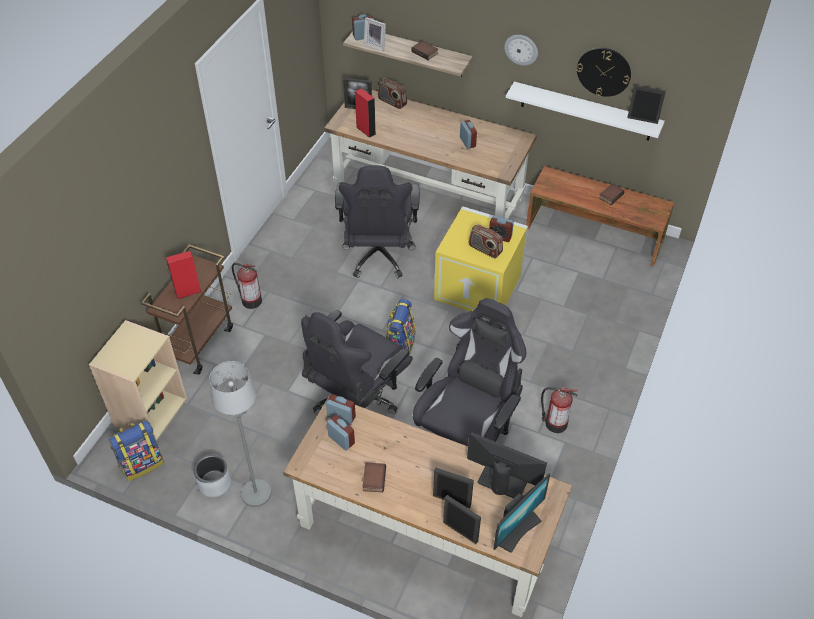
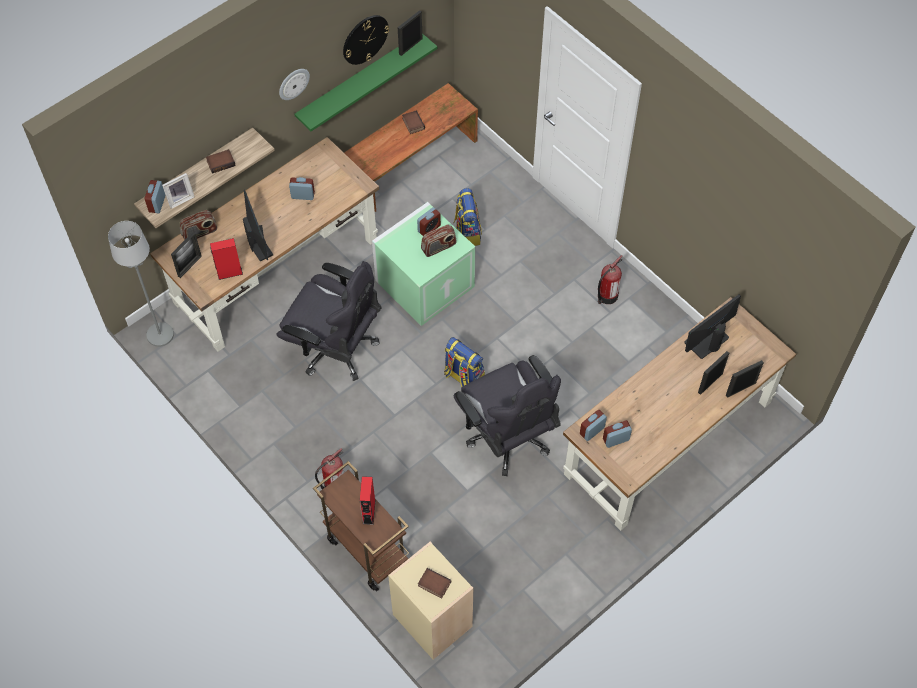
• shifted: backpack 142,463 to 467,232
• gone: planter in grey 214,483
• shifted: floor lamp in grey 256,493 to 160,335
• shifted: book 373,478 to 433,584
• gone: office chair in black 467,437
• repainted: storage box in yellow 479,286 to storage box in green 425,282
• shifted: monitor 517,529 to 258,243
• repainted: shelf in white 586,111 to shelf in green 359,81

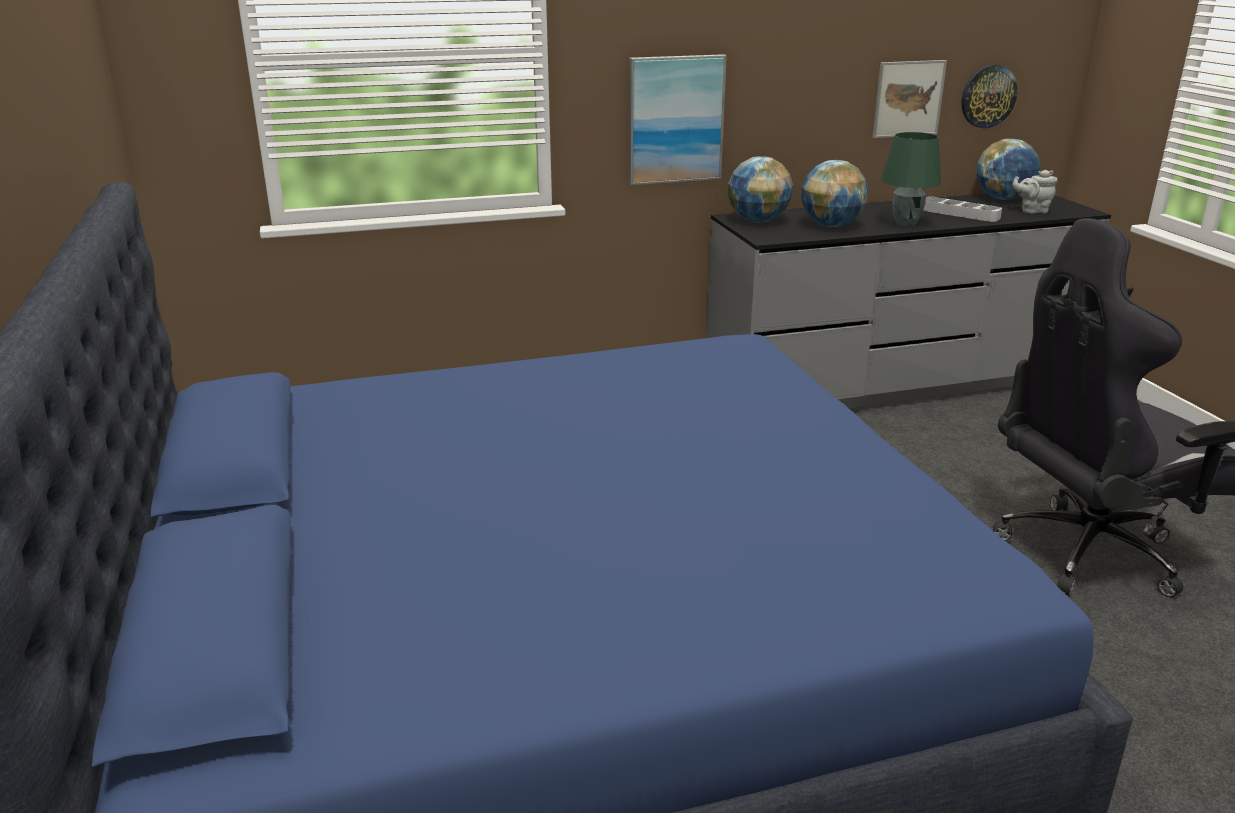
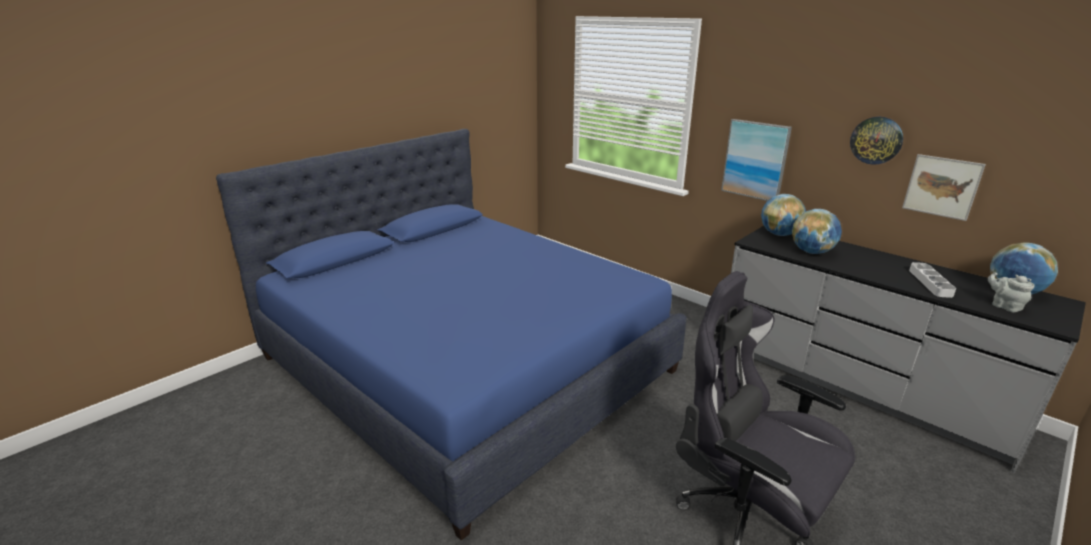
• gone: table lamp in green 905,223
• shifted: wall clock 988,96 to 876,140

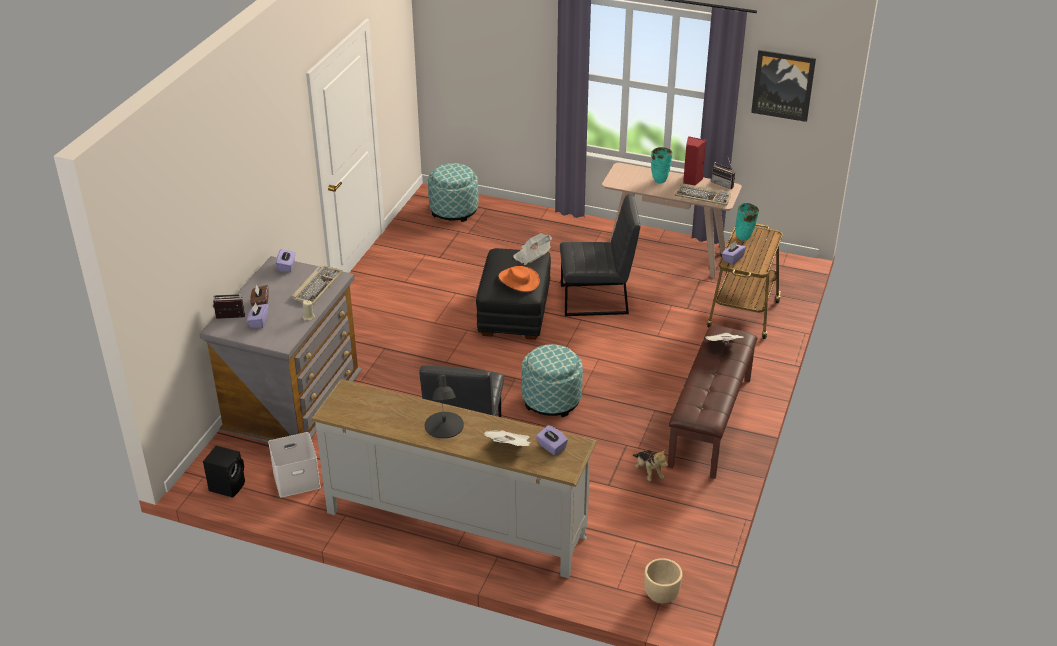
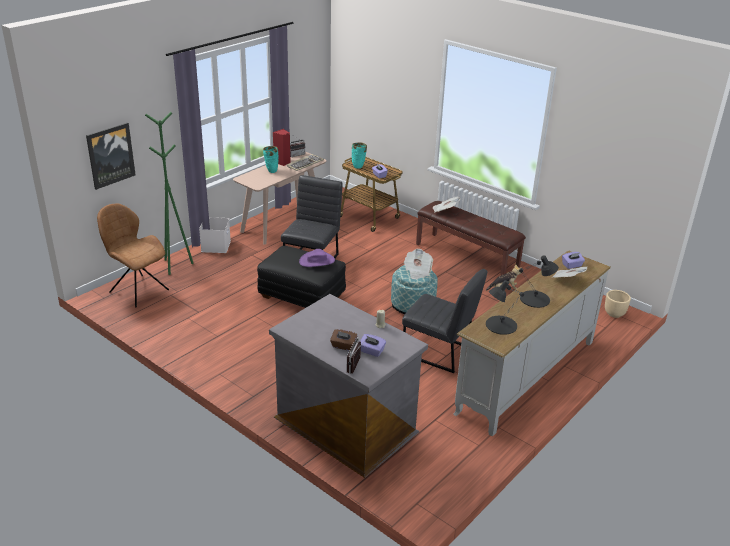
• gone: speaker in black 228,485
• shifted: storage box in white 295,480 to 216,246
• gone: tissue box in purple 287,267
• gone: keyboard 317,286
• swapped: ottoman 454,210 to chair in brown 137,290
• repainted: hat in orange 519,280 to hat in purple 317,261
• shifted: newspaper 532,257 to 417,271
• shifted: picture 783,85 to 110,155
• new: clothes rack in green 176,266
• new: table lamp in black 500,325

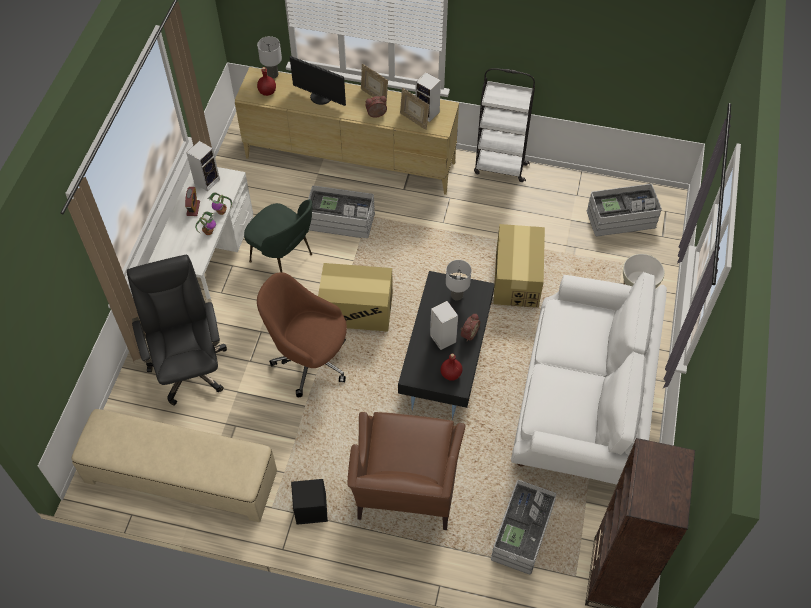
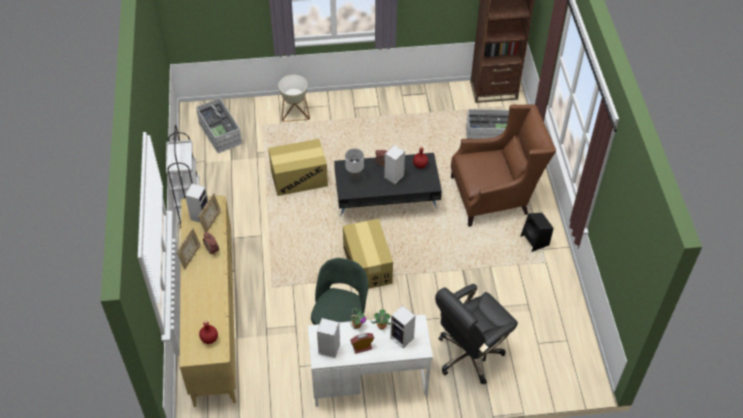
• gone: bench in beige 180,476
• gone: table lamp in white 273,75
• gone: office chair in brown 310,362
• gone: monitor 320,97
• gone: storage box in grey 341,220
• gone: sofa in white 582,401
• new: speaker 403,338

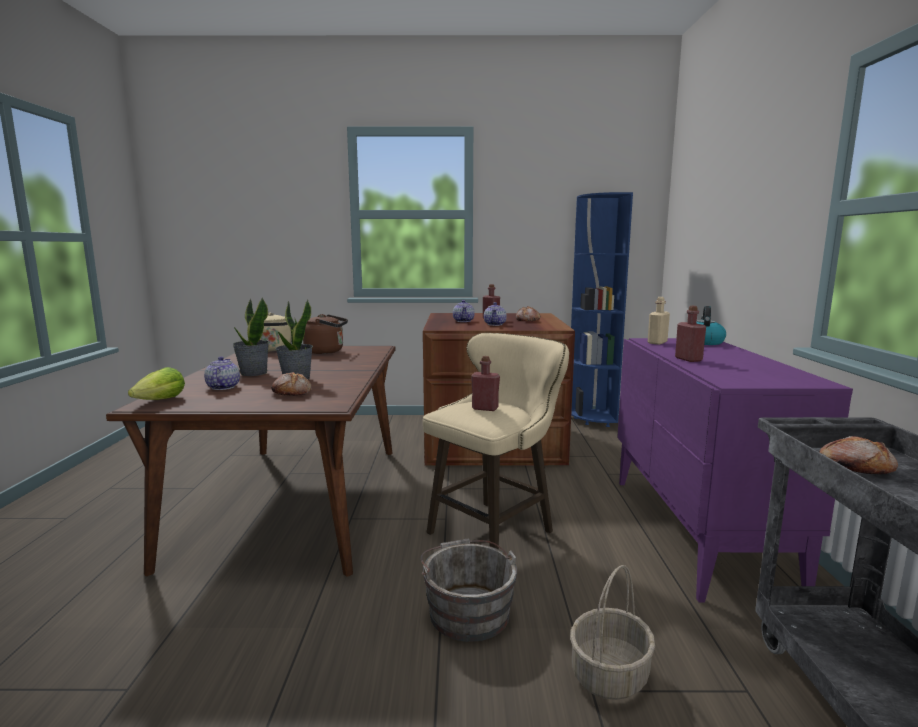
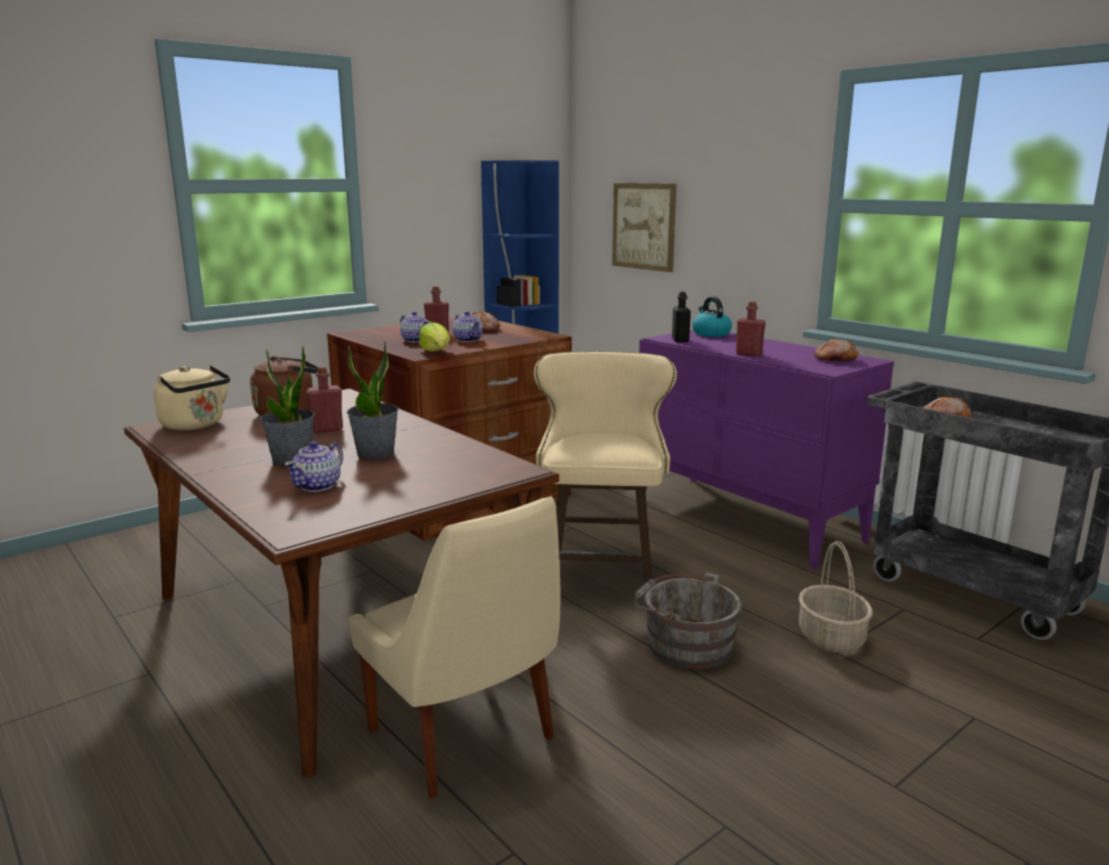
• shifted: lettuce 161,401 to 436,352
• rotated: teapot 222,387 = 318,486 105 degrees counterclockwise
• shifted: bread 292,392 to 835,359
• shifted: bottle in red 485,408 to 327,429
• repainted: bottle in beige 657,342 to bottle in black 680,340
• new: chair in beige 465,738
• new: picture 643,226

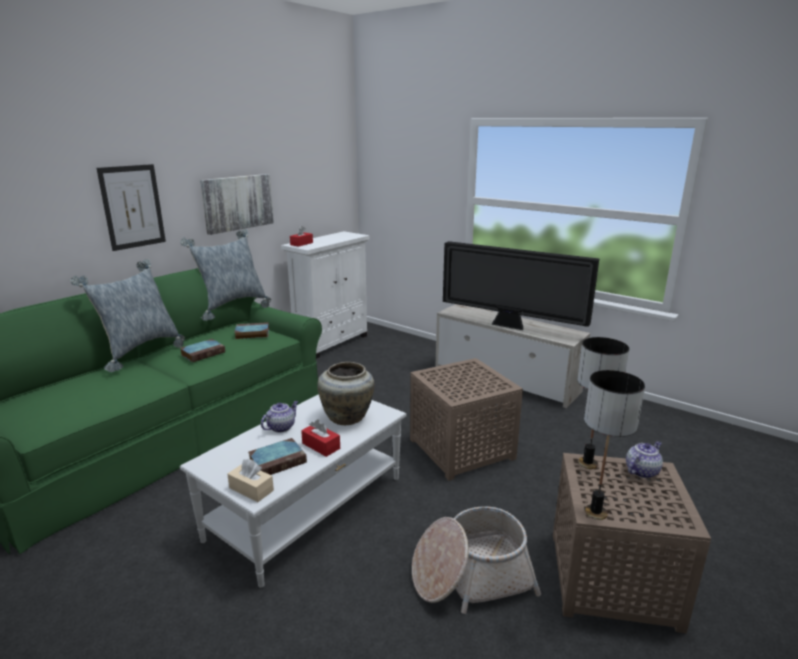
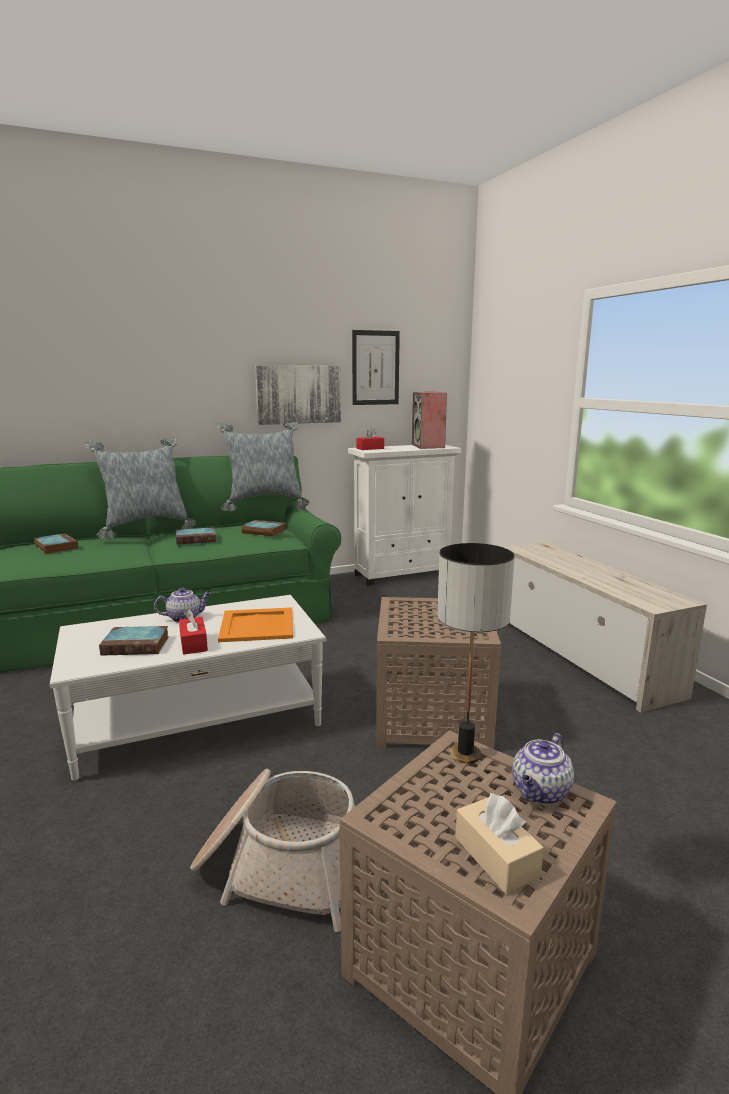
• shifted: picture 132,207 to 375,368
• shifted: tissue box in beige 251,489 to 496,857
• swapped: vase in beige 348,417 to tray in orange 258,625
• gone: television 510,326
• gone: table lamp 596,512
• rotated: teapot 642,471 = 541,792 135 degrees clockwise
• new: book 55,547
• new: speaker 428,446

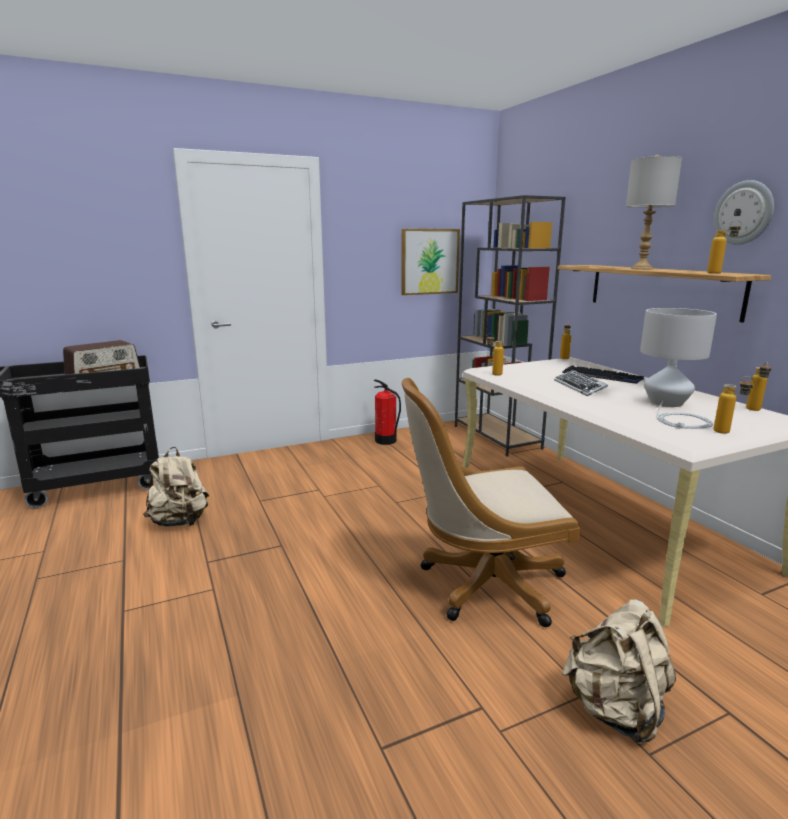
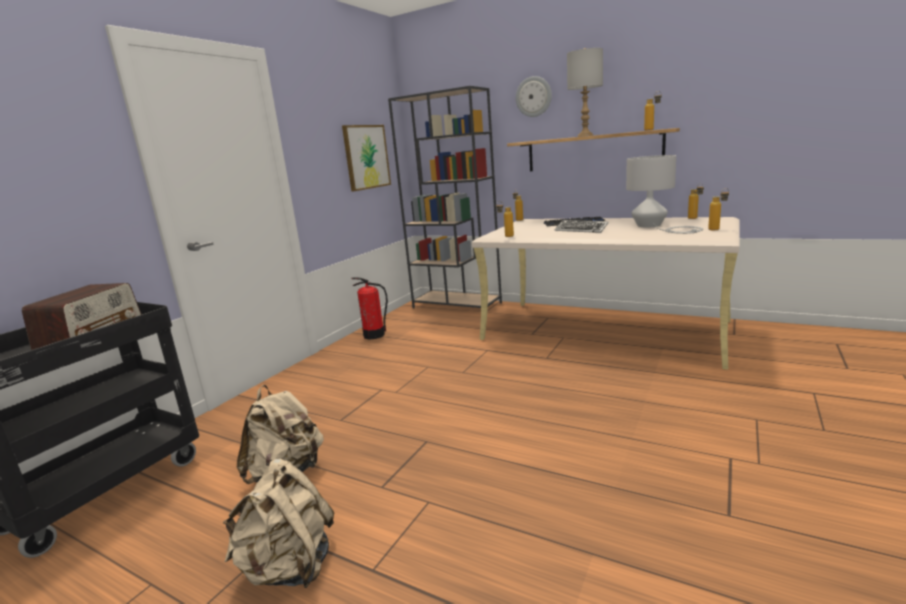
• gone: office chair 482,585
• shifted: backpack in beige 615,710 to 289,566
• shifted: wall clock 744,213 to 533,96

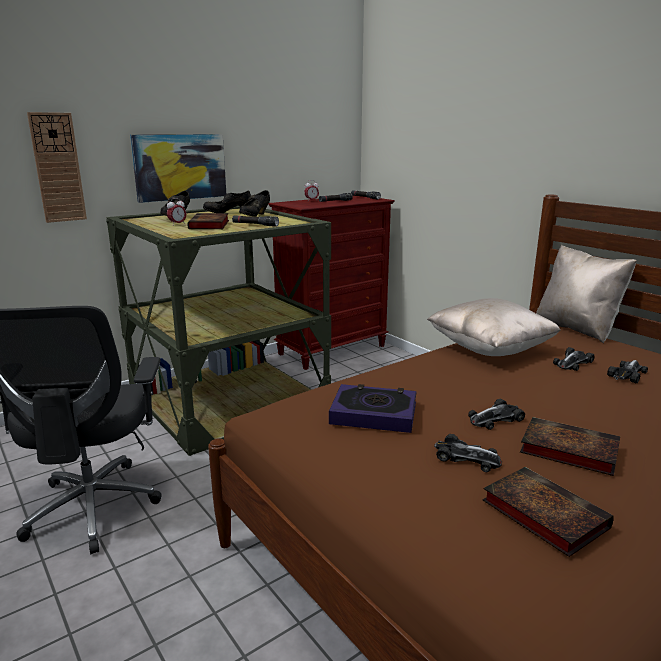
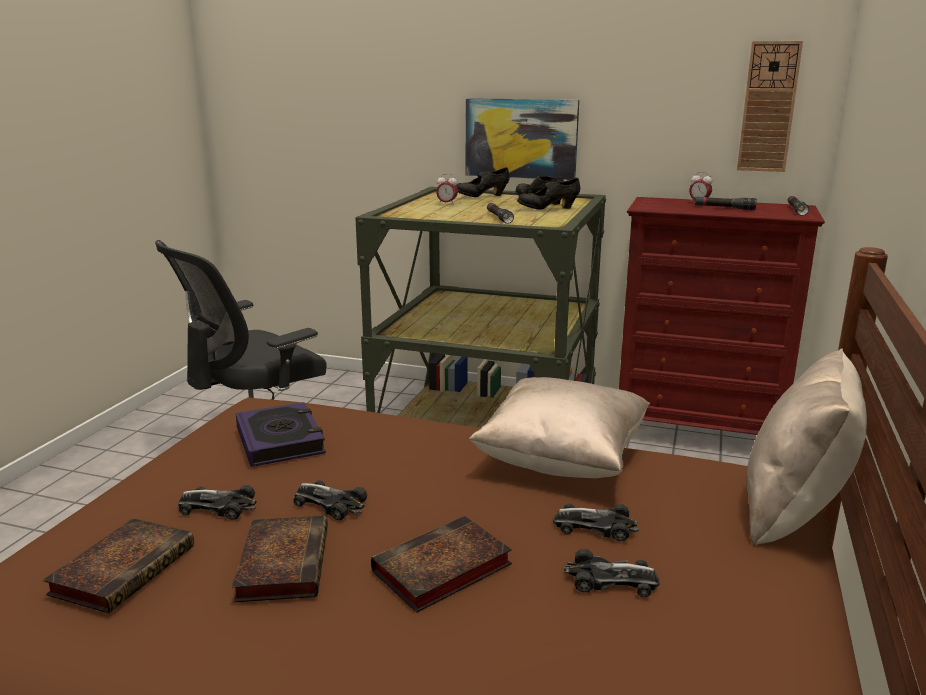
• shifted: wall clock 58,168 to 768,107
• shifted: book 209,225 to 440,570
• rotated: toy car 466,458 = 218,507 105 degrees clockwise

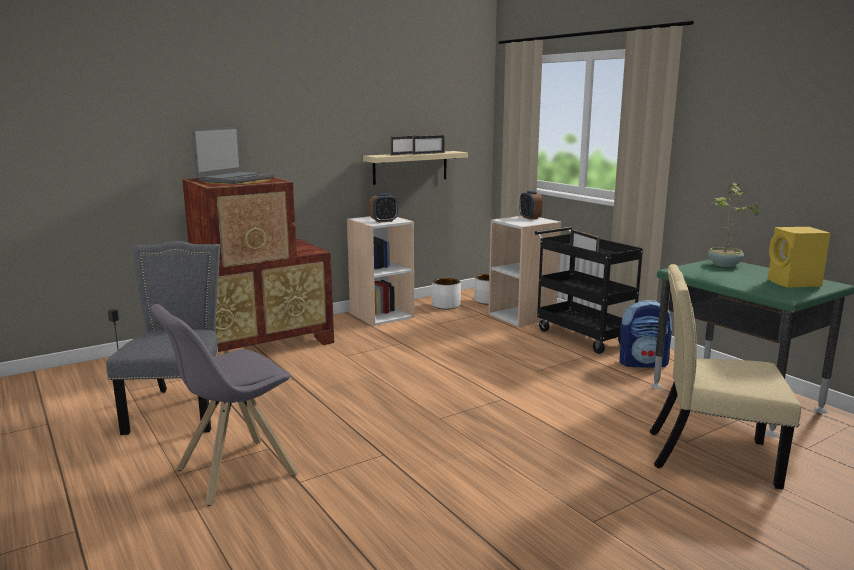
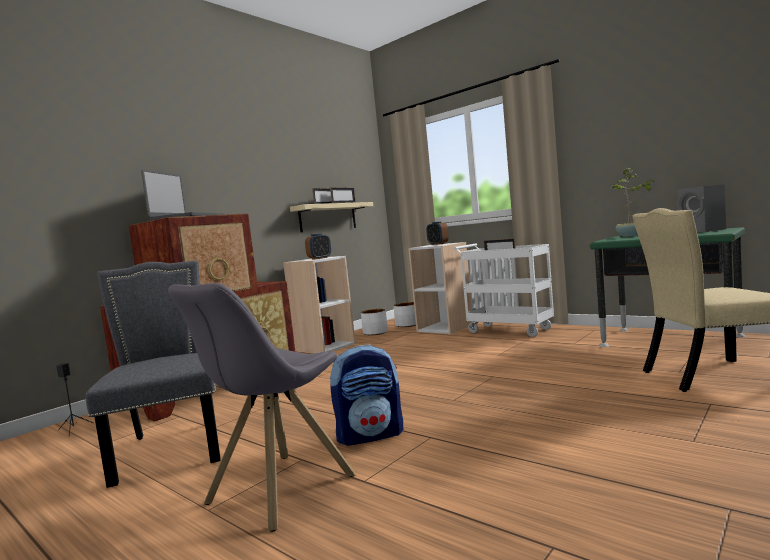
• repainted: cart in black 581,337 to cart in white 507,331
• shifted: backpack 643,363 to 371,435
• repainted: speaker in yellow 794,283 to speaker in grey 703,231

